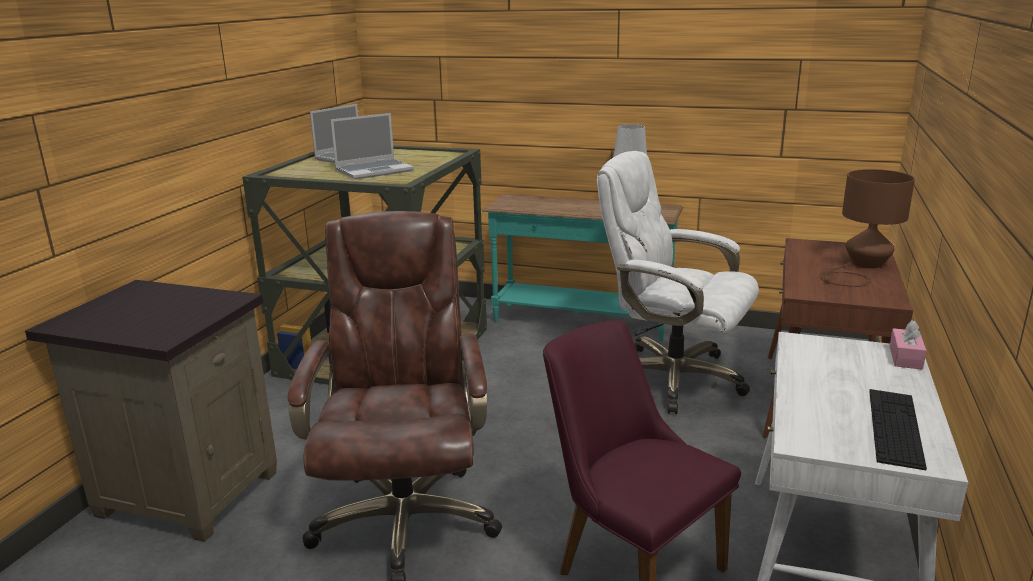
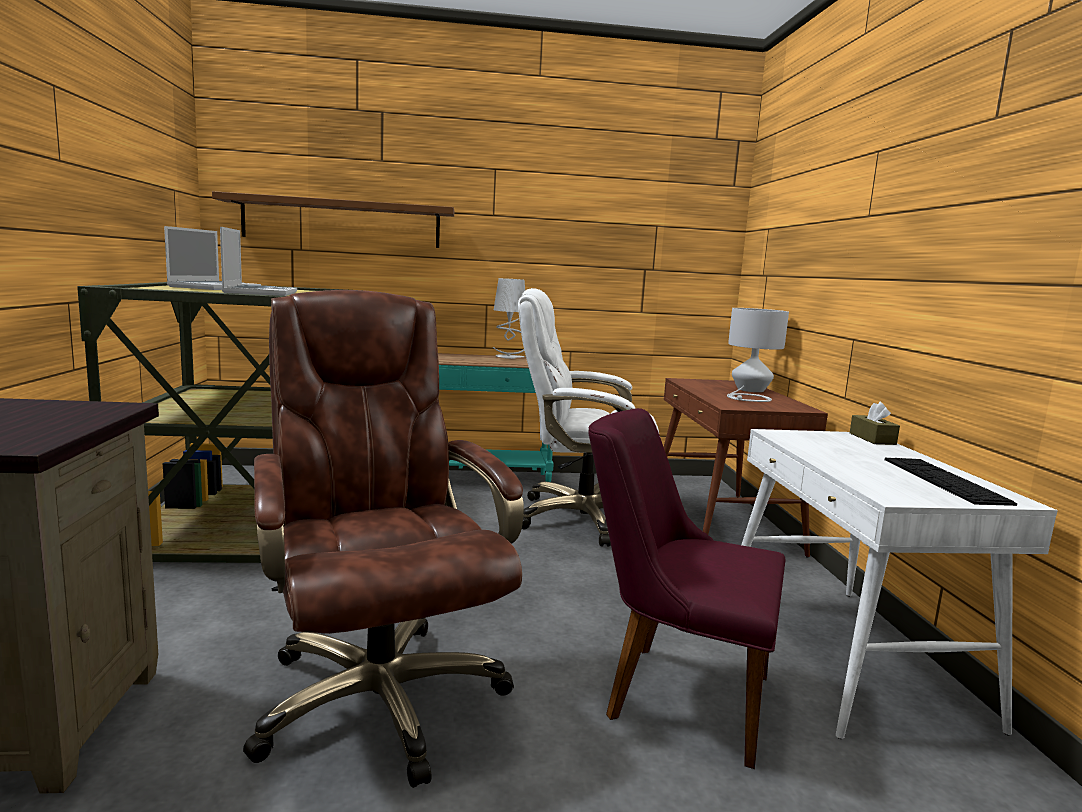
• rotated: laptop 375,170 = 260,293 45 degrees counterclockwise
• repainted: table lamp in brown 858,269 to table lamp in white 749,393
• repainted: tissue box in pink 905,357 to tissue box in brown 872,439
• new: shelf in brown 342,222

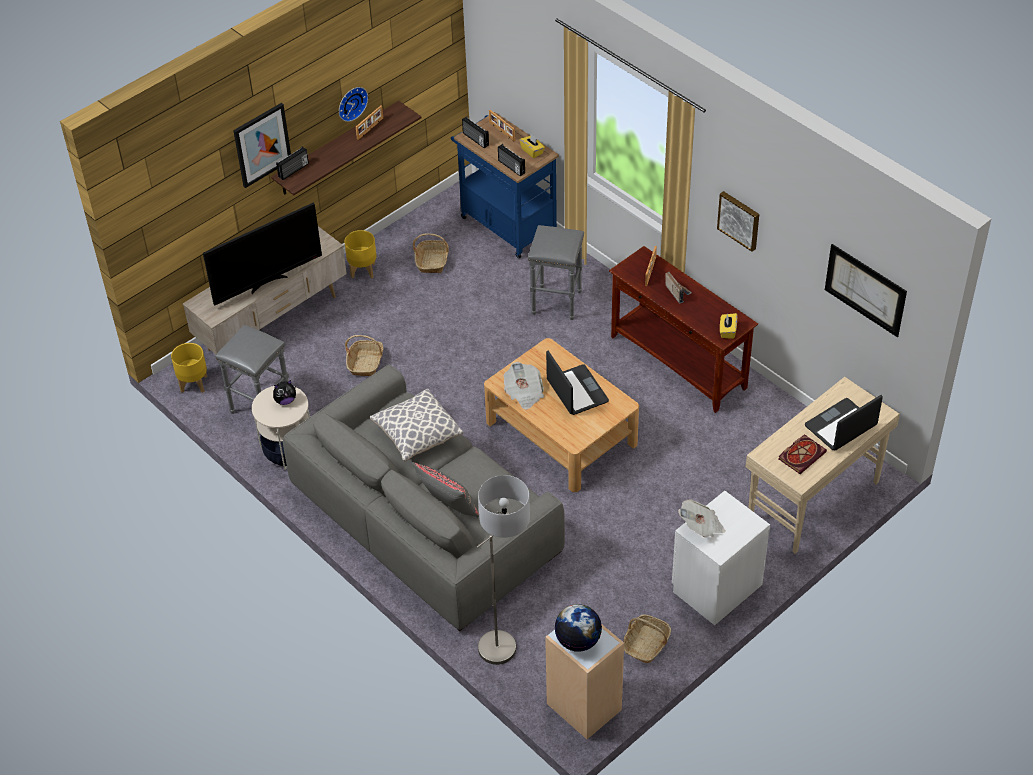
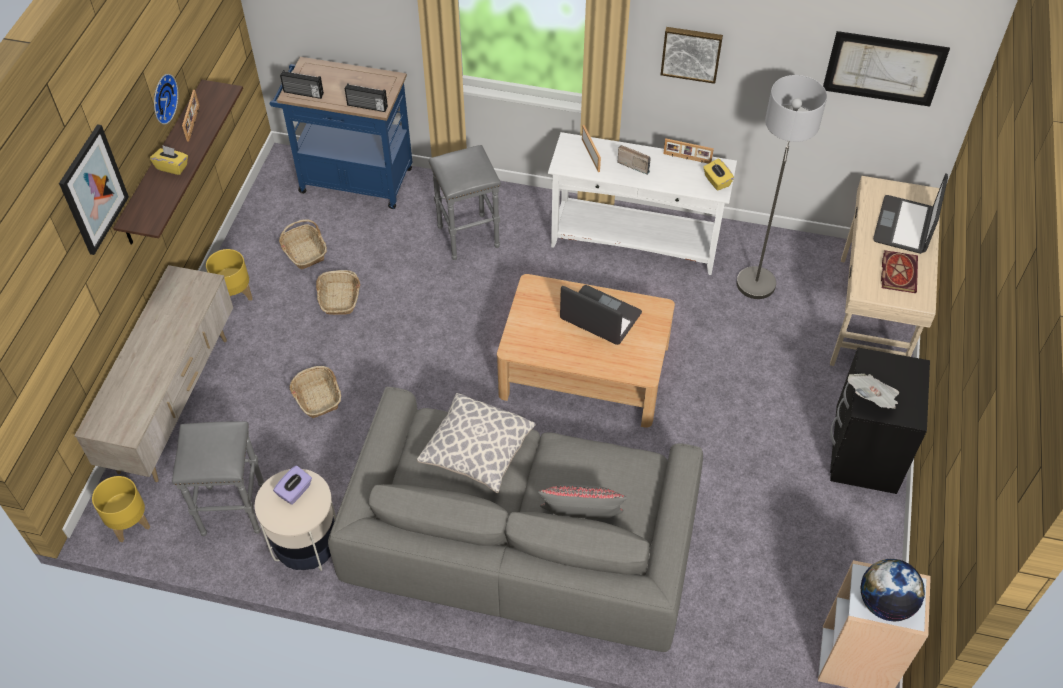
• gone: television 268,282
• swapped: plush toy 285,400 to tissue box in purple 295,491
• gone: radio 294,170
• shifted: floor lamp in grey 505,641 to 757,275
• shifted: picture frame 501,131 to 687,158
• gone: newspaper 524,393
• shifted: tissue box in yellow 532,151 to 172,167
• repainted: console table in brown 679,362 to console table in white 636,241
• shifted: basket 646,644 to 339,298
• repainted: nightstand in white 716,587 to nightstand in black 863,453

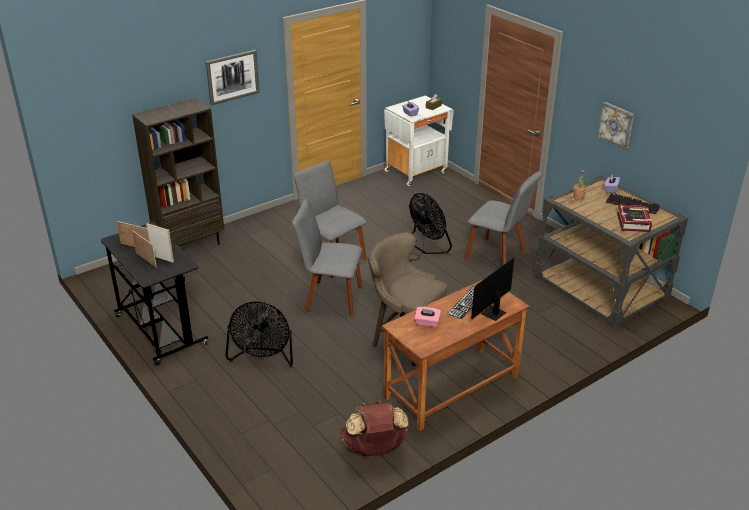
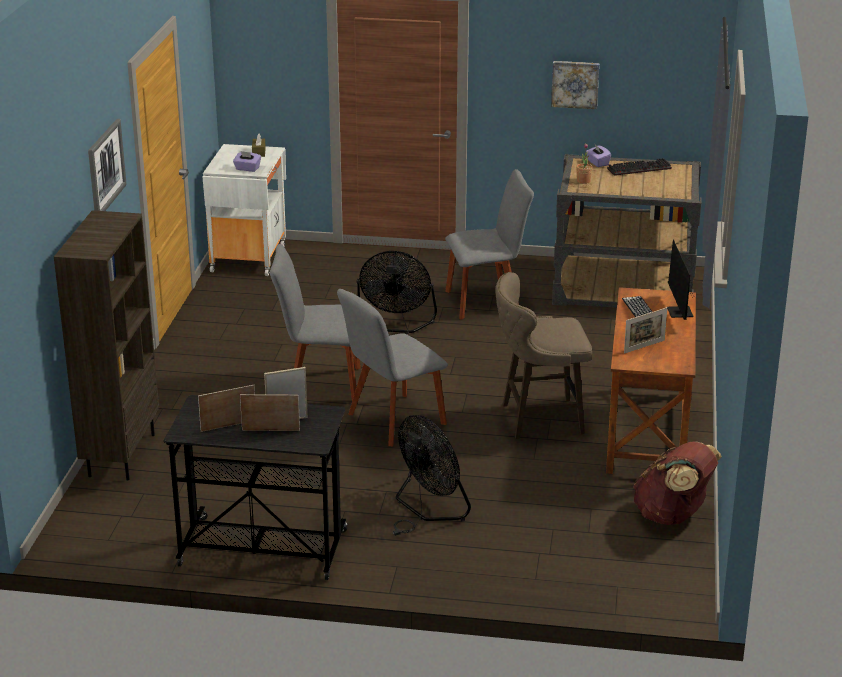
• rotated: fan in black 261,355 = 423,507 90 degrees counterclockwise
• swapped: tissue box in pink 427,323 to picture frame 644,346
• gone: book 633,222

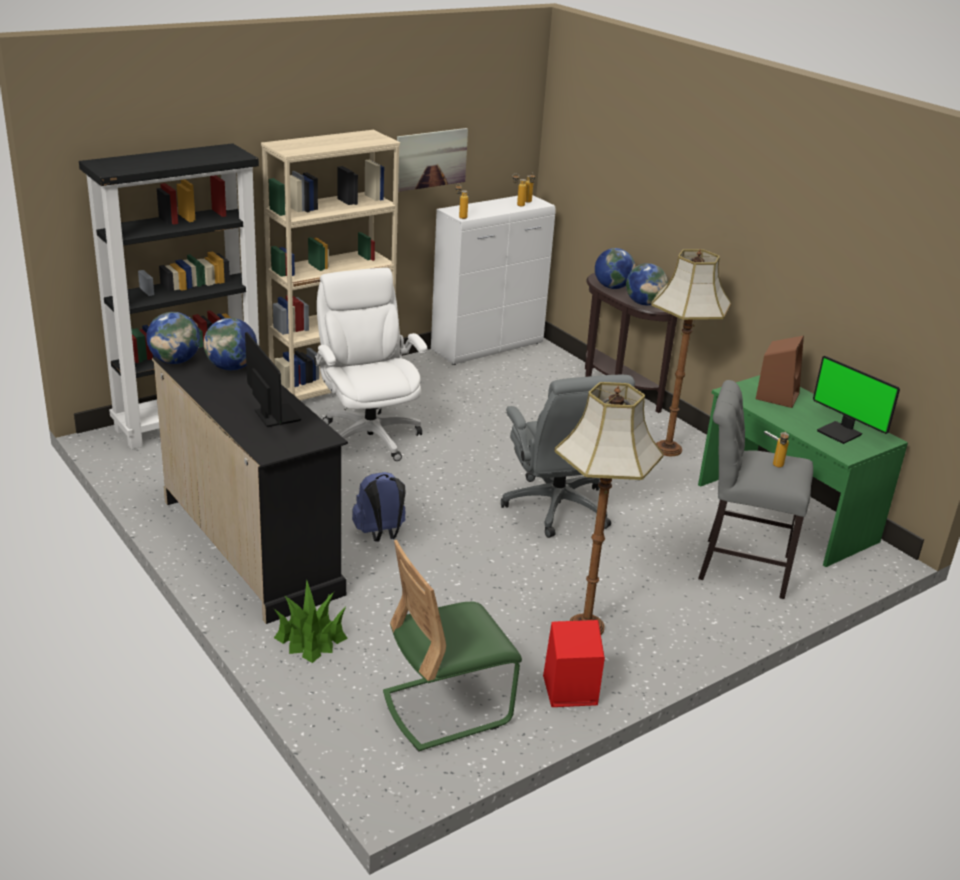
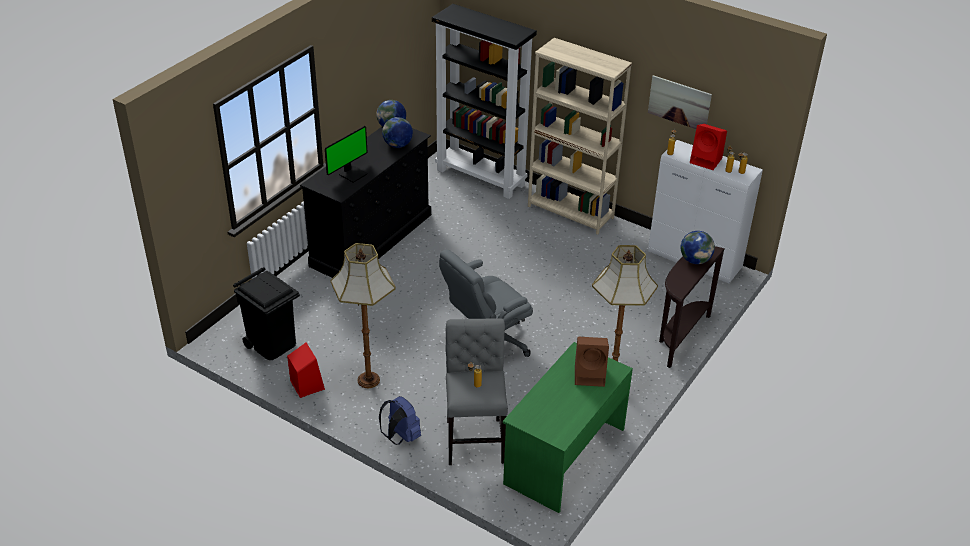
• gone: potted plant 310,638
• gone: office chair in white 368,433
• shifted: backpack in blue 380,534 to 400,437
• swapped: chair in green 446,708 to trash can in black 272,344
• gone: globe 644,303
• gone: monitor 841,433
• new: speaker in red 706,160

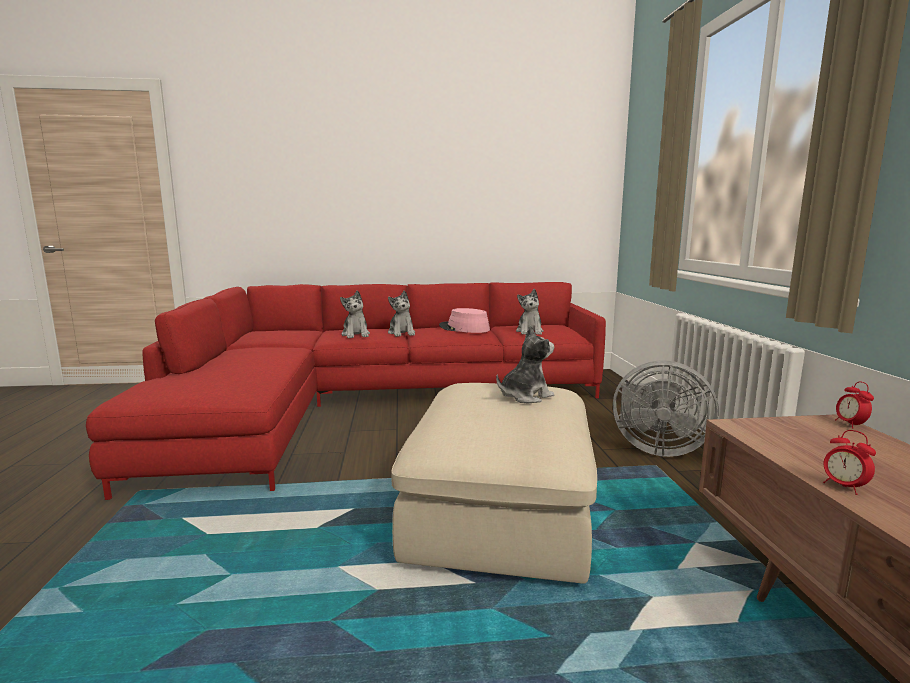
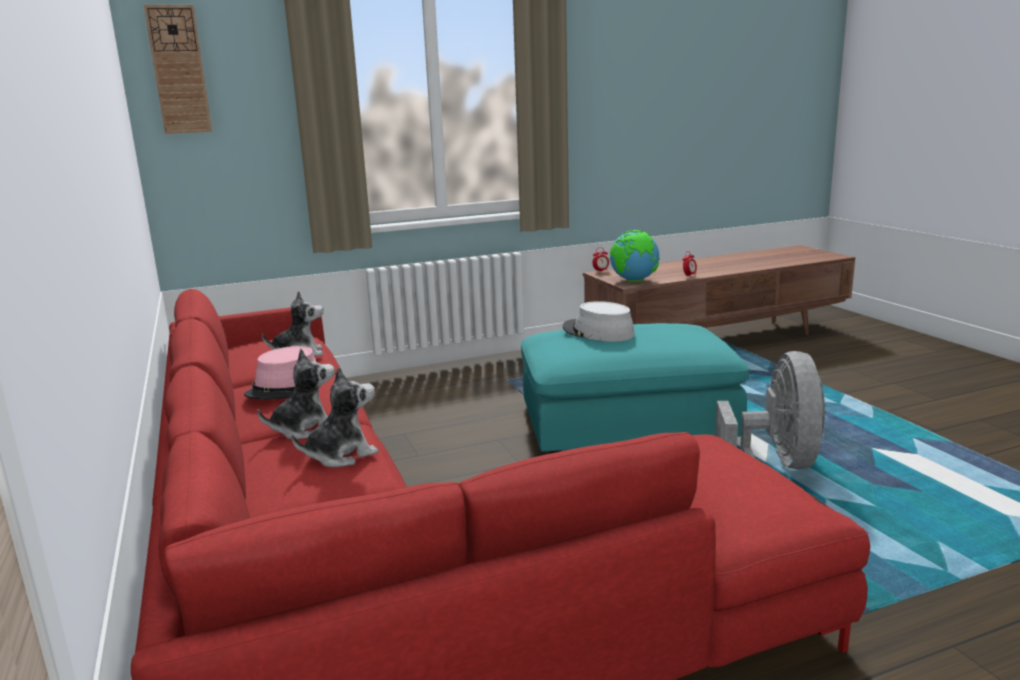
• repainted: ottoman in beige 499,507 to ottoman in turquoise 626,423
• swapped: plush toy 525,396 to hat in grey 598,332
• shifted: fan in grey 655,448 to 776,464
• new: wall clock 179,70
• new: globe 634,281

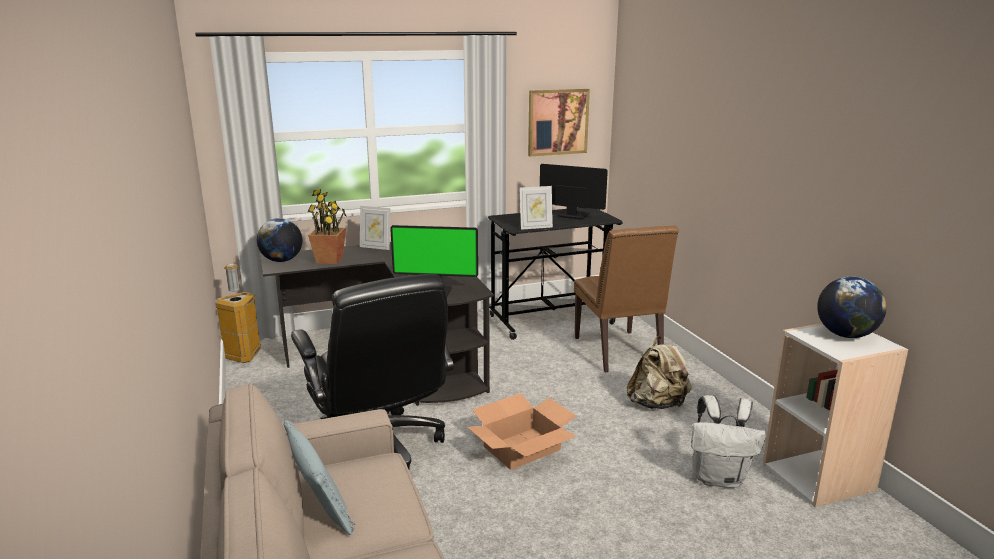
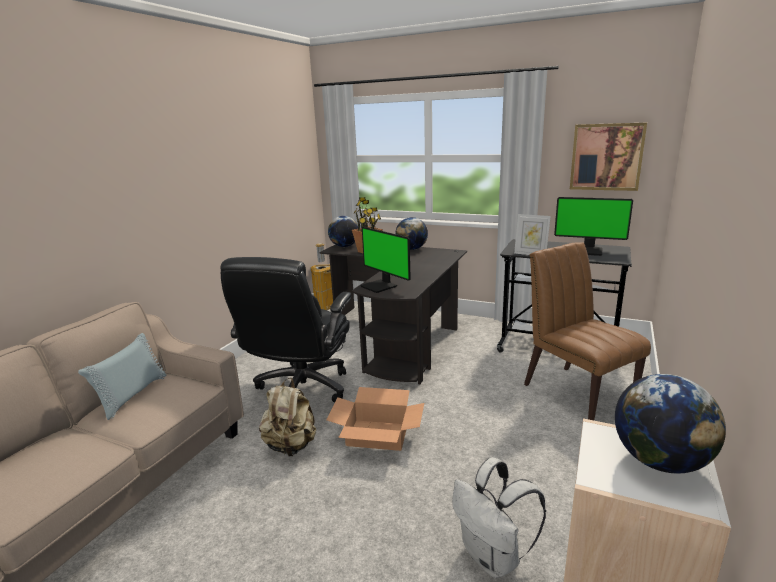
• swapped: picture frame 376,247 to globe 412,249
• rotated: monitor 573,215 = 589,251 135 degrees clockwise
• rotated: chair in brown 617,351 = 578,394 120 degrees clockwise
• shifted: backpack in beige 657,404 to 291,446

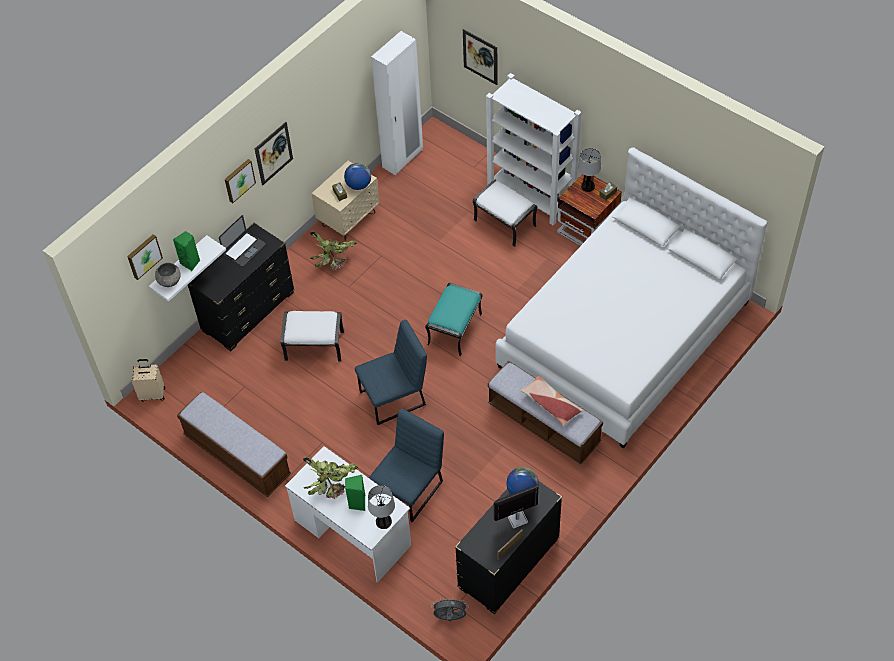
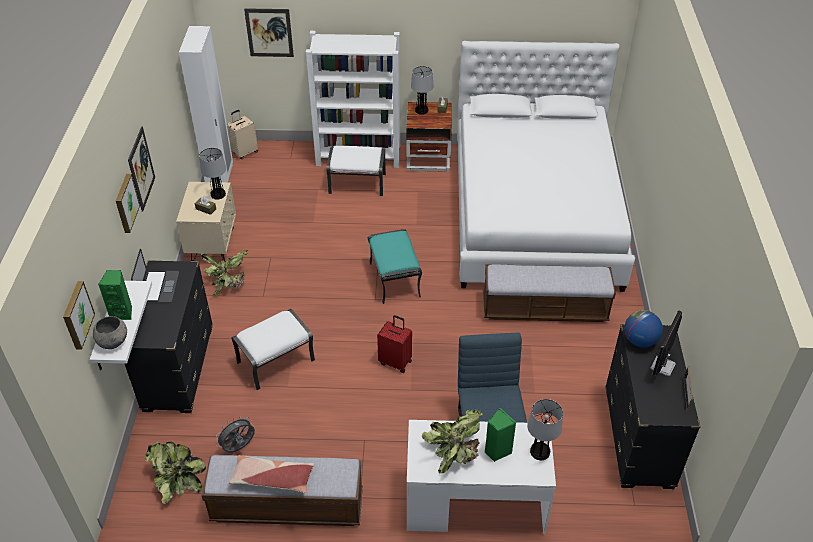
• shifted: suitcase in beige 152,393 to 245,152
• swapped: globe 358,185 to table lamp 218,195
• swapped: chair in blue 394,397 to suitcase in red 396,362
• shifted: fan in grey 450,617 to 239,448
• shifted: pillow 550,404 to 272,478
• new: potted plant 177,481

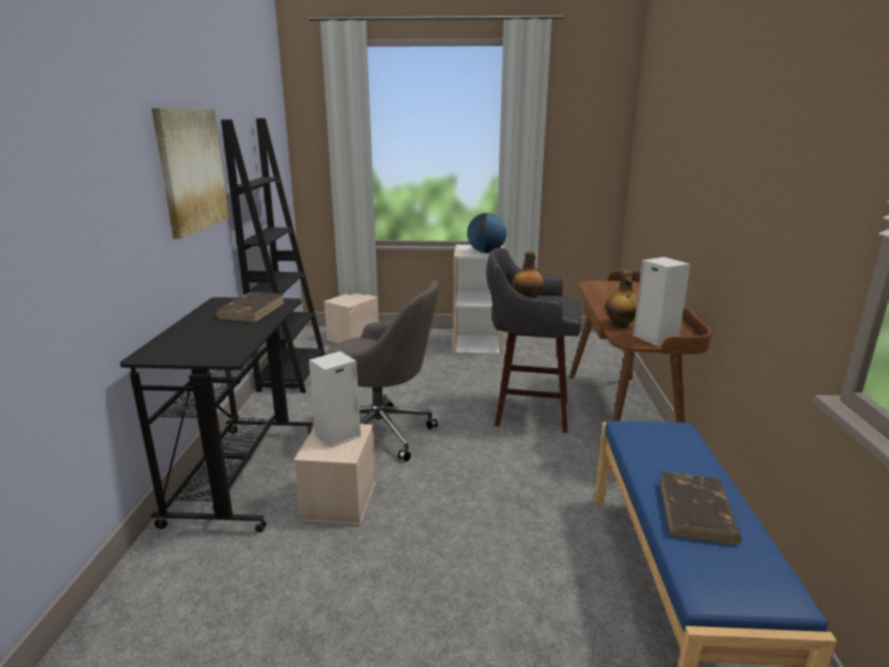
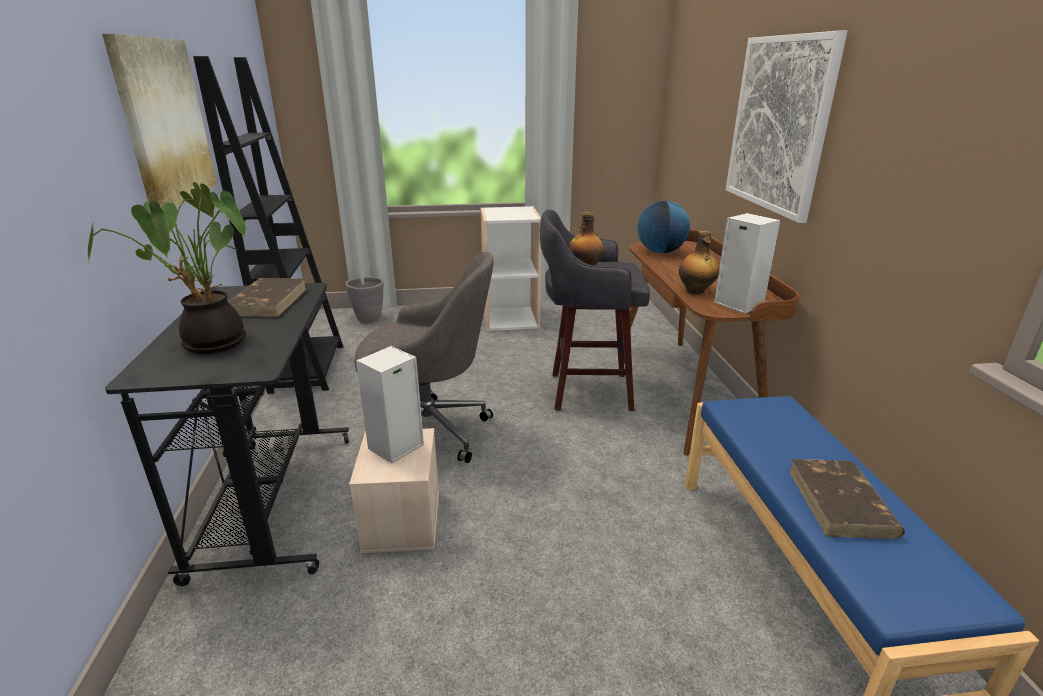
• swapped: storage box in beige 353,336 to planter in grey 369,318
• shifted: globe 486,252 to 660,252
• new: potted plant 209,345
• new: picture 779,124

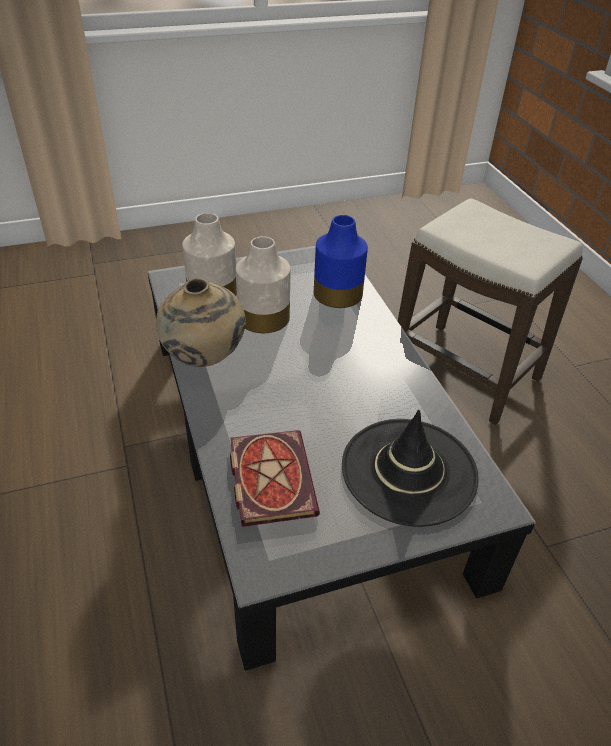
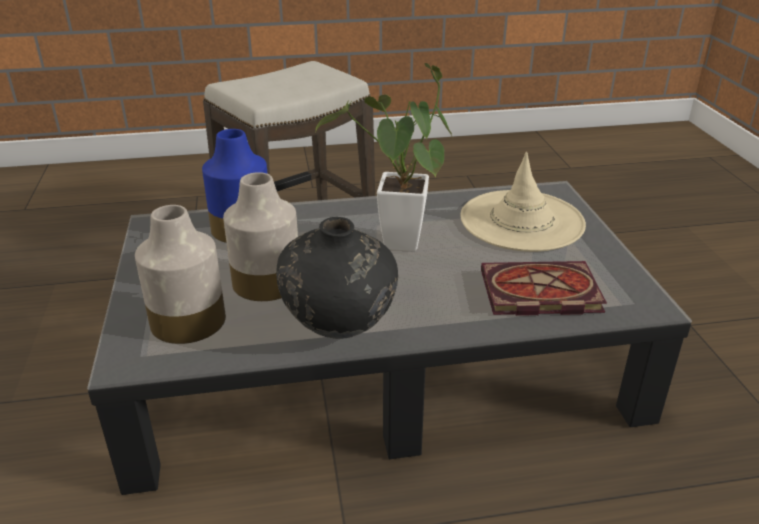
• repainted: vase in beige 205,360 to vase in black 340,330
• repainted: hat in black 409,471 to hat in beige 522,221
• new: potted plant 400,247

